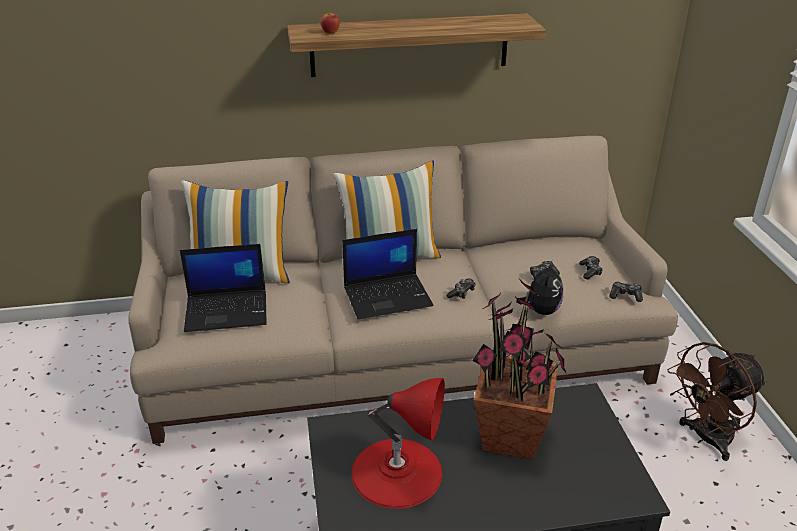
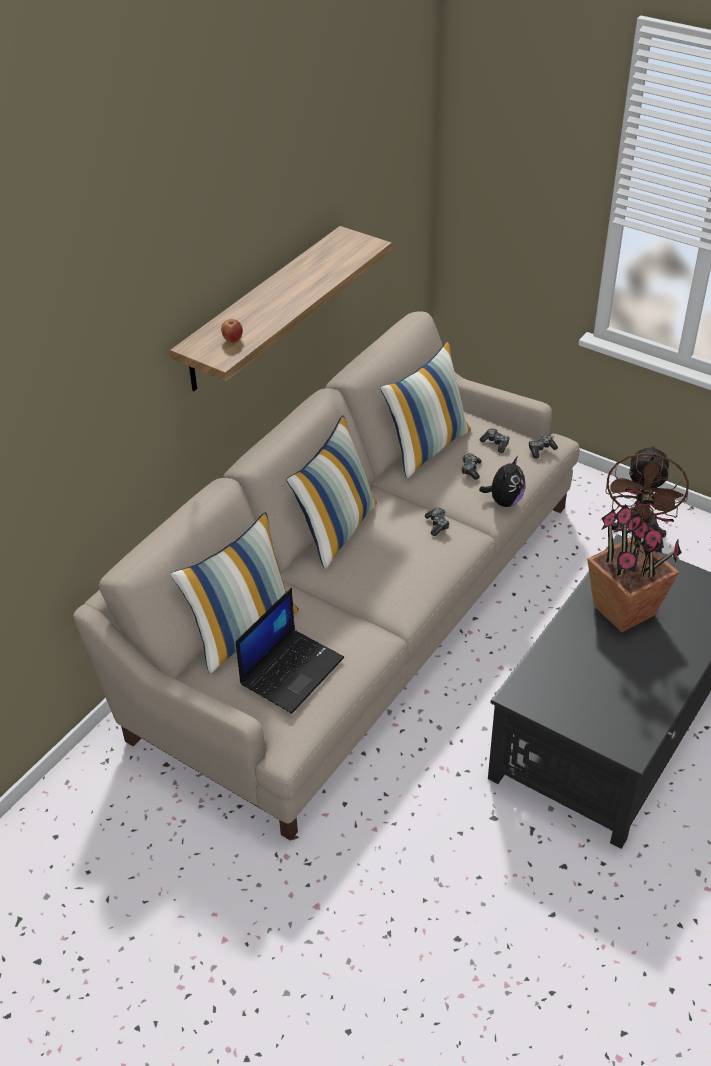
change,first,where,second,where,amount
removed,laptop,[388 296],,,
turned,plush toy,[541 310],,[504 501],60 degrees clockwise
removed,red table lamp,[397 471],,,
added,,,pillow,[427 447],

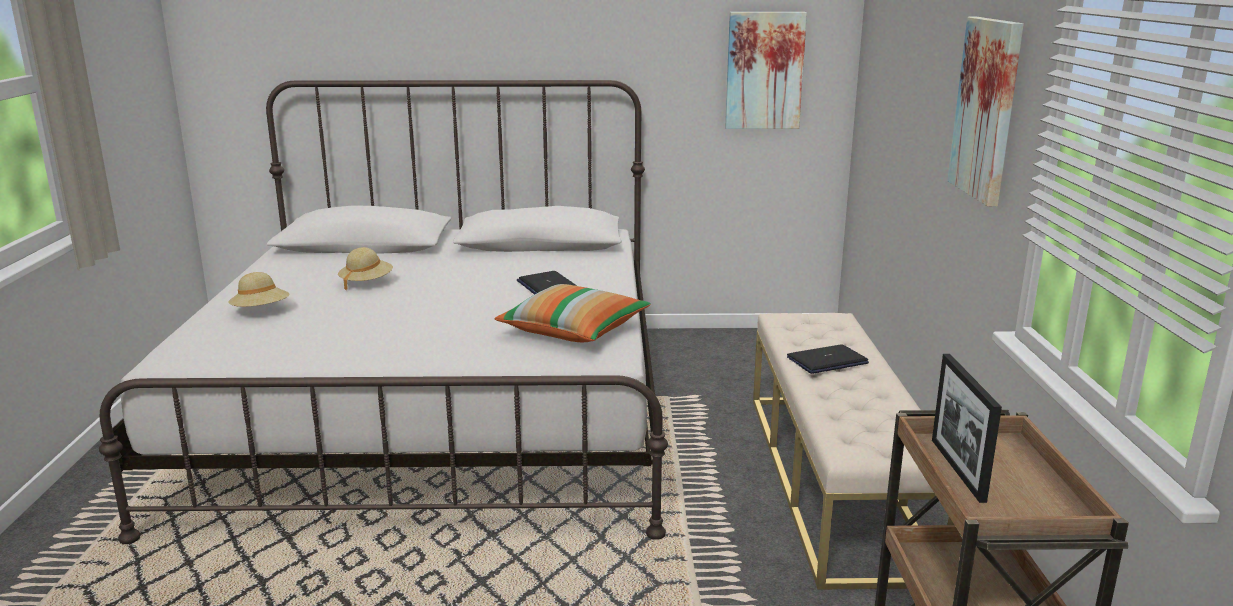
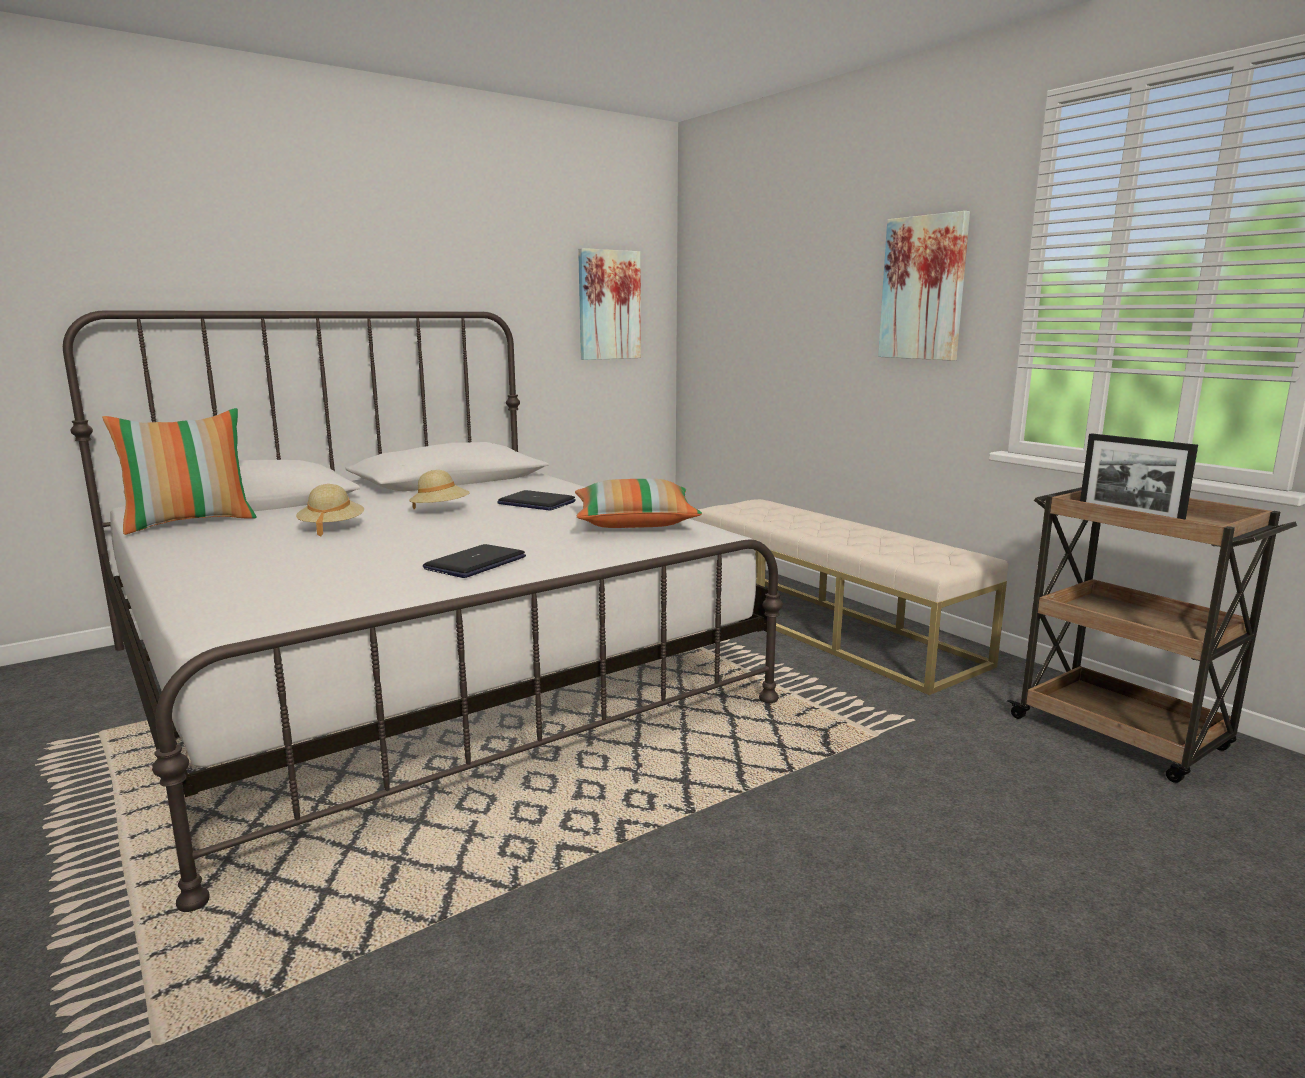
change,first,where,second,where,amount
moved,beige hat,[261 311],,[440 511],
moved,laptop,[827 361],,[475 563],
added,,,pillow,[190 522],

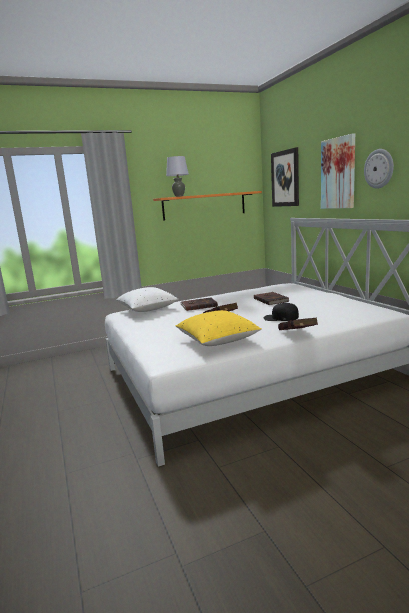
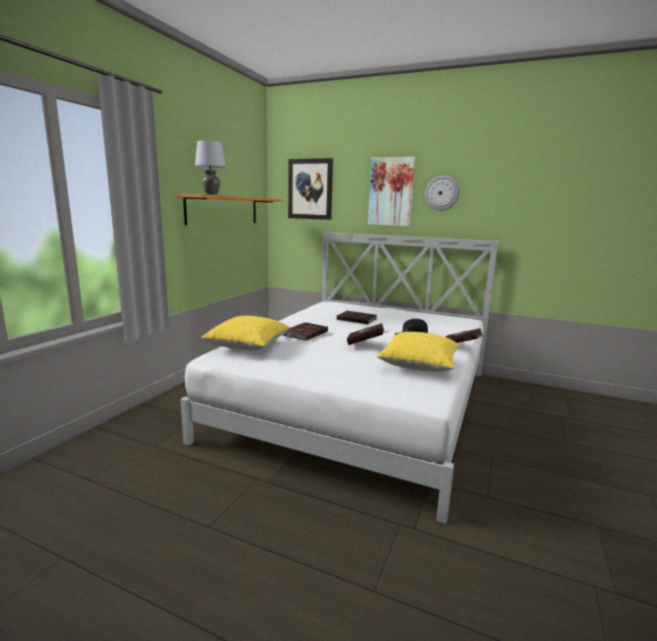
change,first,where,second,where,amount
recoloured,white pillow,[147 309],yellow pillow,[248 346],

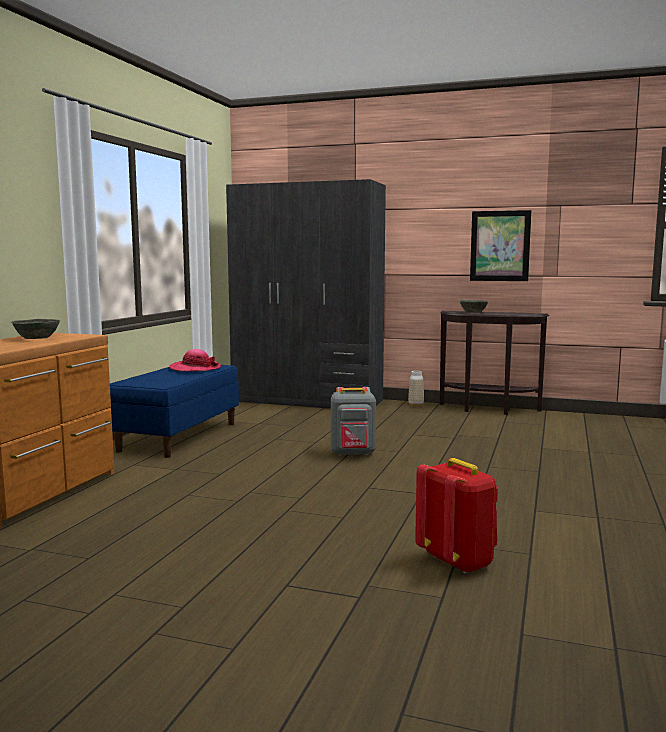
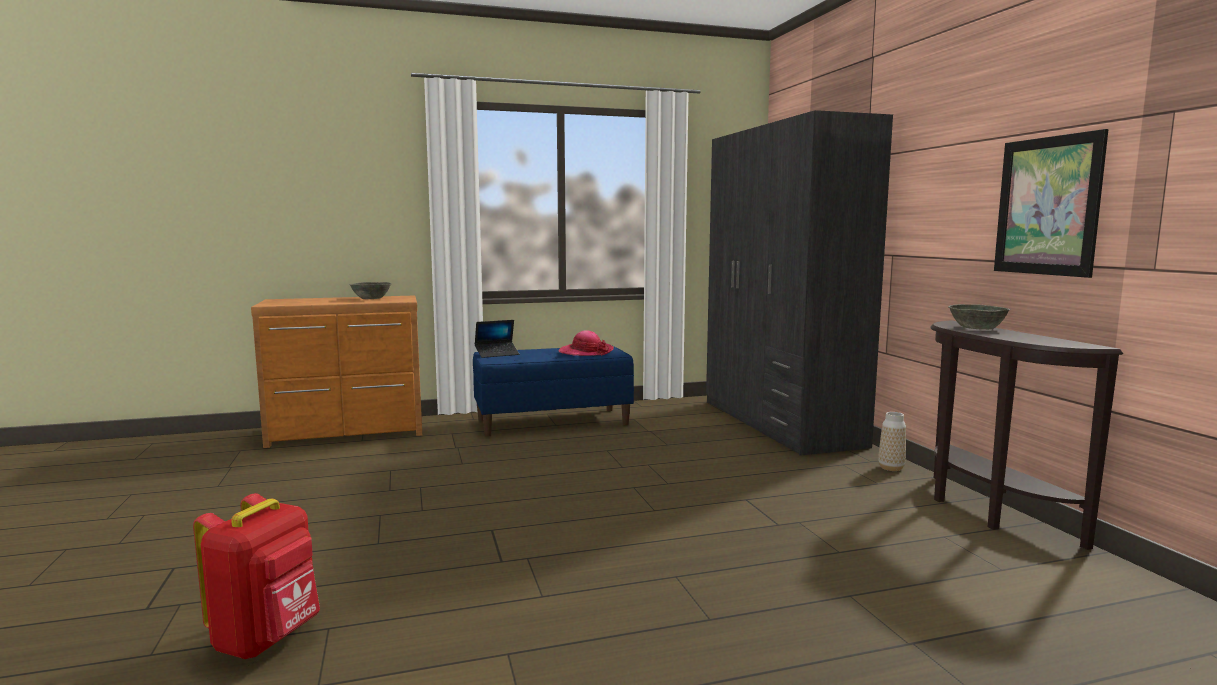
change,first,where,second,where,amount
removed,grey backpack,[353 454],,,
added,,,laptop,[497 354],

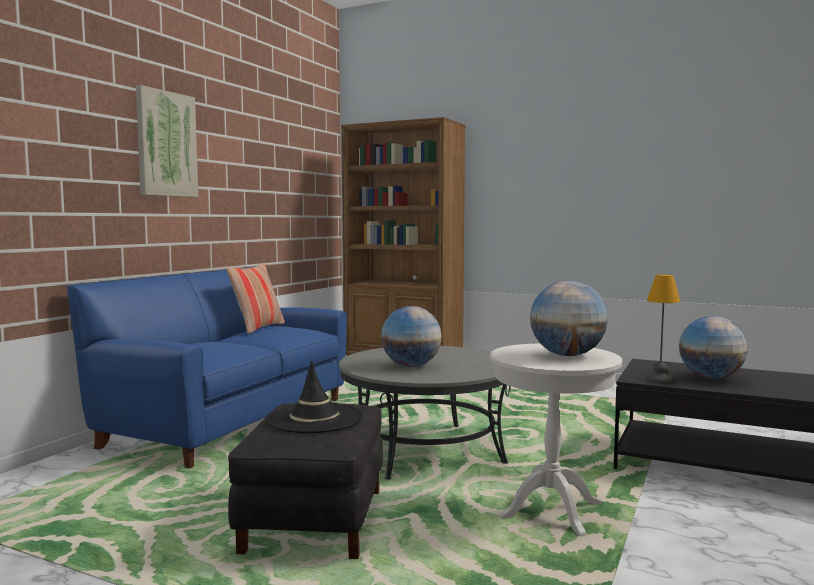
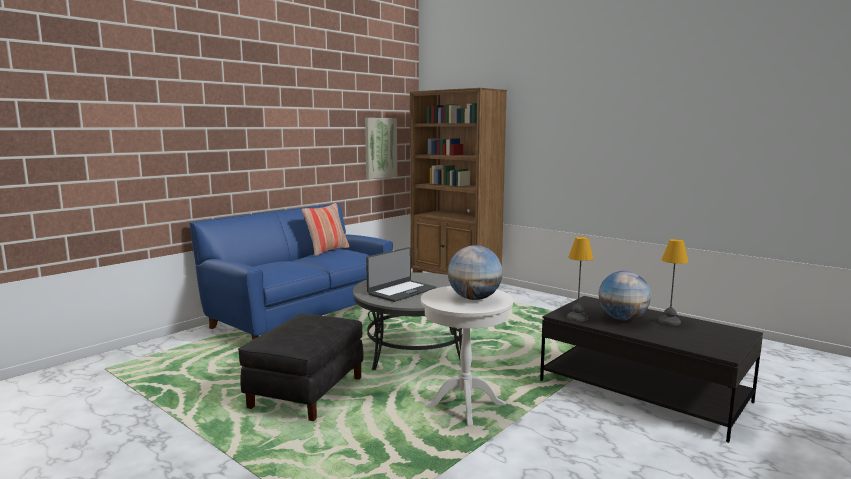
change,first,where,second,where,amount
moved,picture,[166 144],,[380 148],
replaced,globe,[411 366],laptop,[401 291],
removed,black hat,[314 418],,,
added,,,table lamp,[668 321],

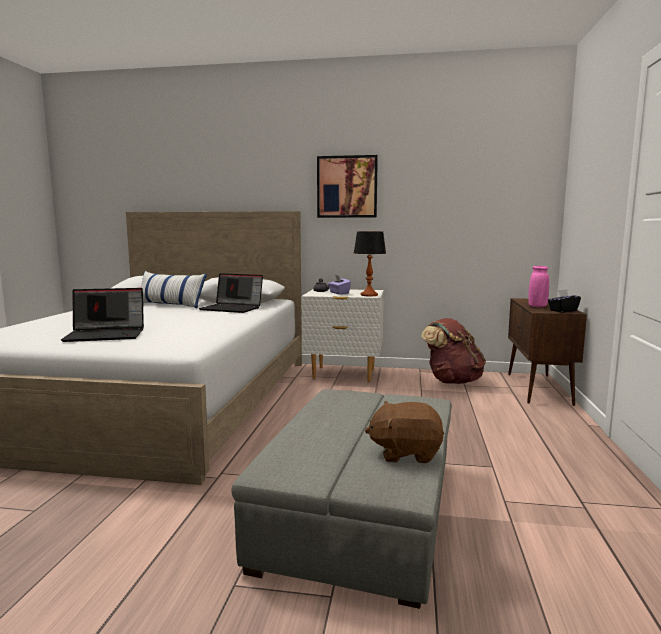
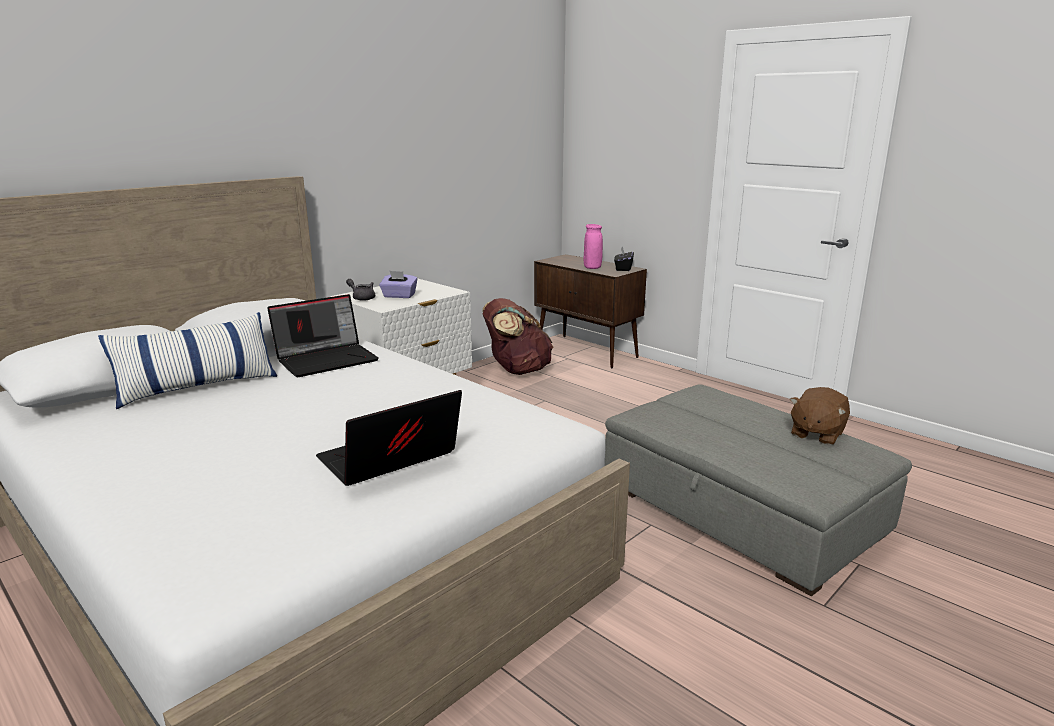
change,first,where,second,where,amount
removed,picture,[347 187],,,
removed,table lamp,[369 295],,,
turned,laptop,[107 335],,[388 461],150 degrees counterclockwise

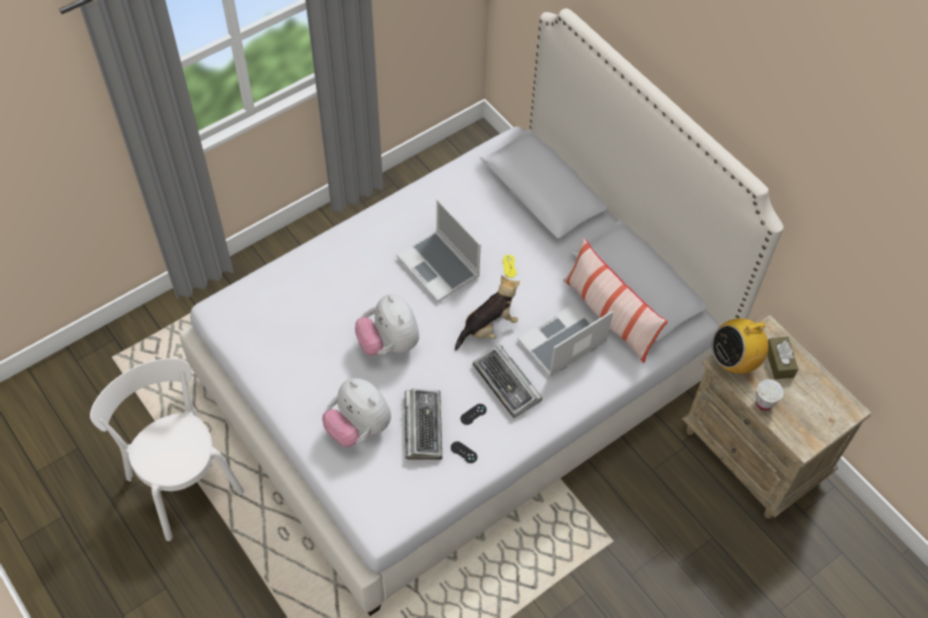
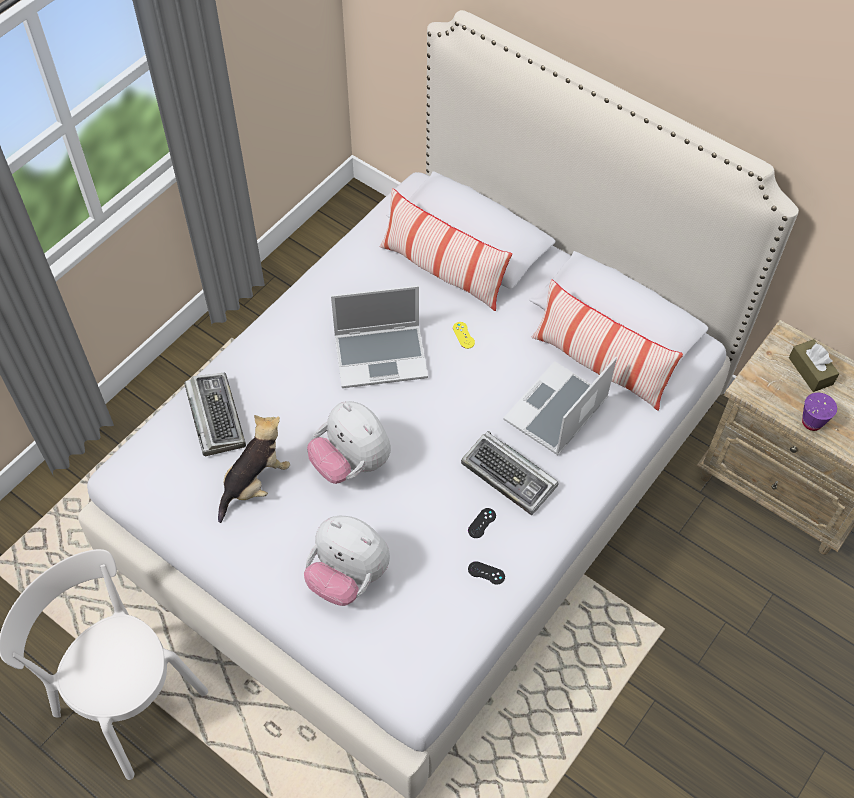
change,first,where,second,where,amount
turned,laptop,[440 267],,[382 356],45 degrees counterclockwise
moved,plush toy,[488 327],,[255 483],
removed,radio,[734 361],,,
recoloured,white cup,[764 403],purple cup,[812 422],
moved,keyboard,[423 426],,[215 416],
added,,,pillow,[442 271],

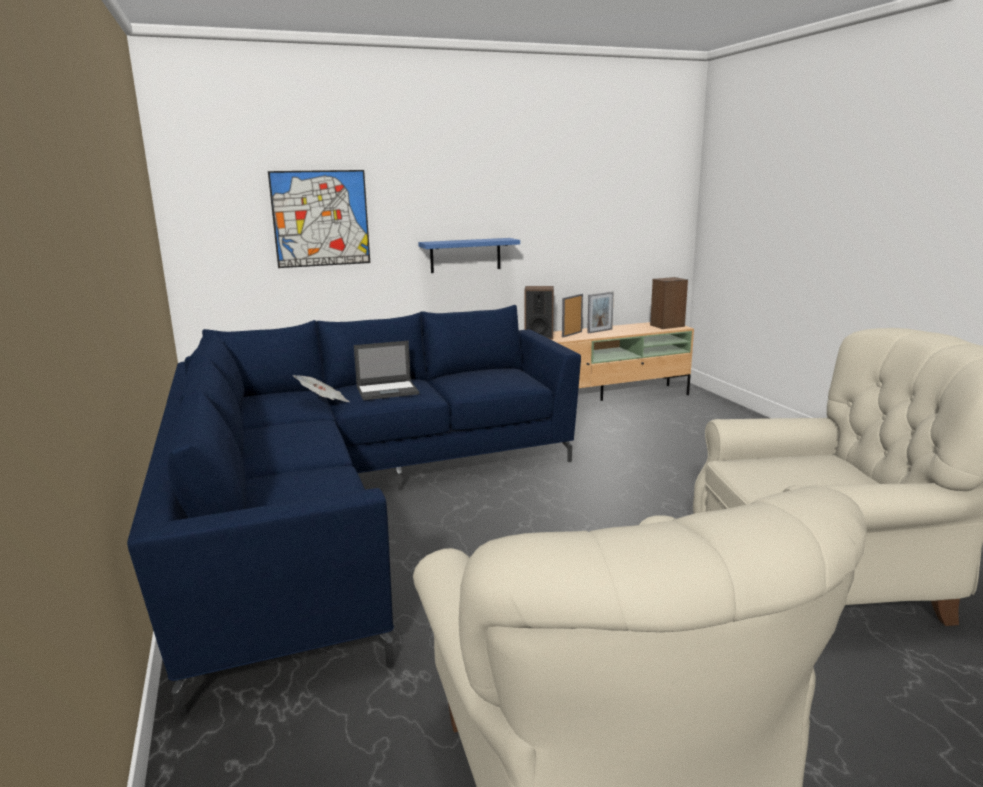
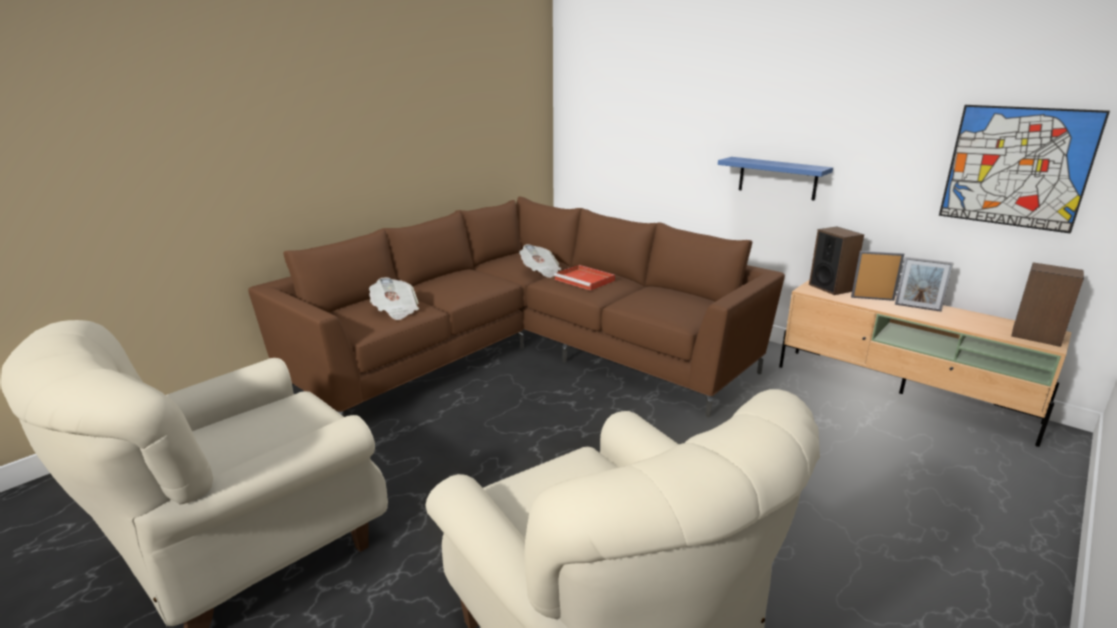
change,first,where,second,where,amount
moved,picture,[321 218],,[1016 167],
recoloured,blue sofa,[351 504],brown sofa,[524 353],
replaced,laptop,[388 390],red tray,[585 280],
added,,,newspaper,[395 311],

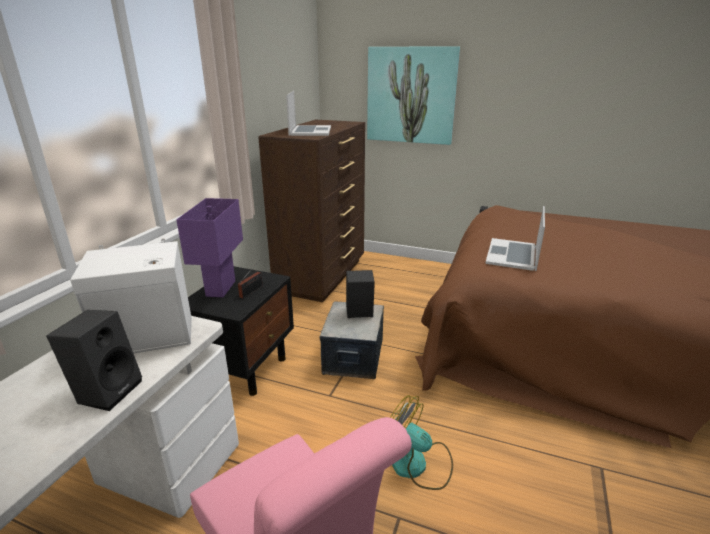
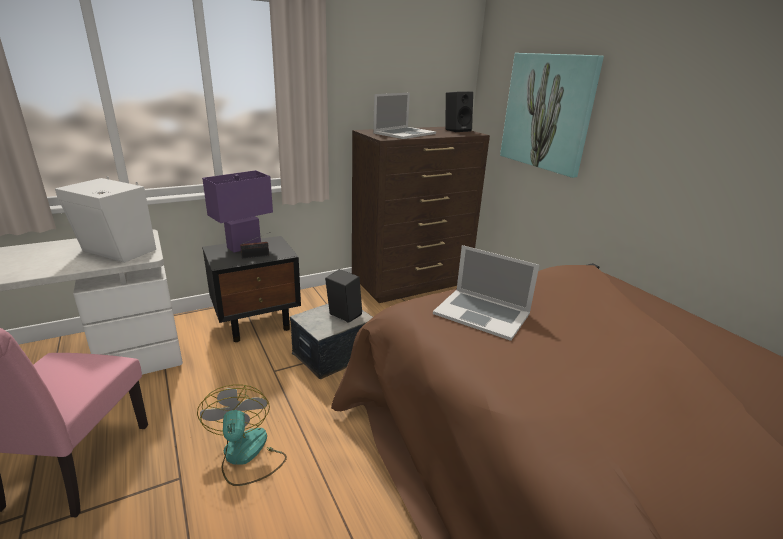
change,first,where,second,where,amount
turned,laptop,[513 254],,[482 313],120 degrees counterclockwise
moved,black speaker,[107 390],,[457 130],

